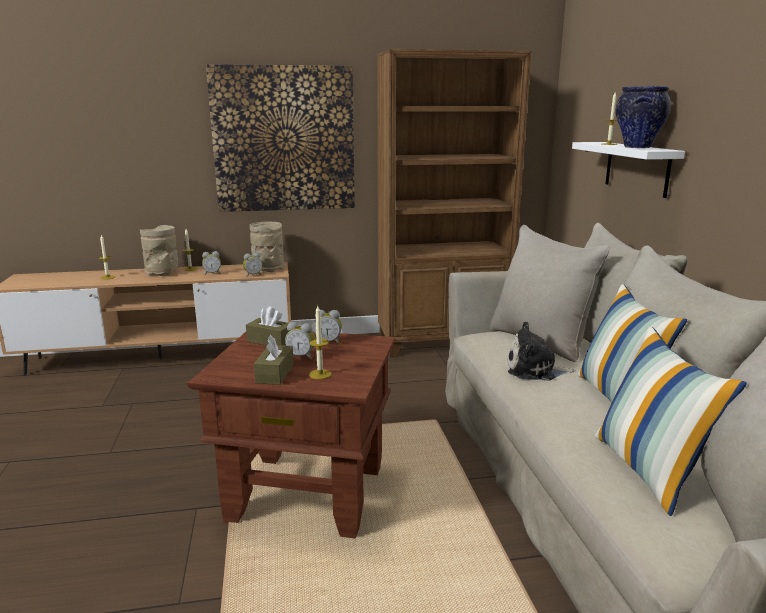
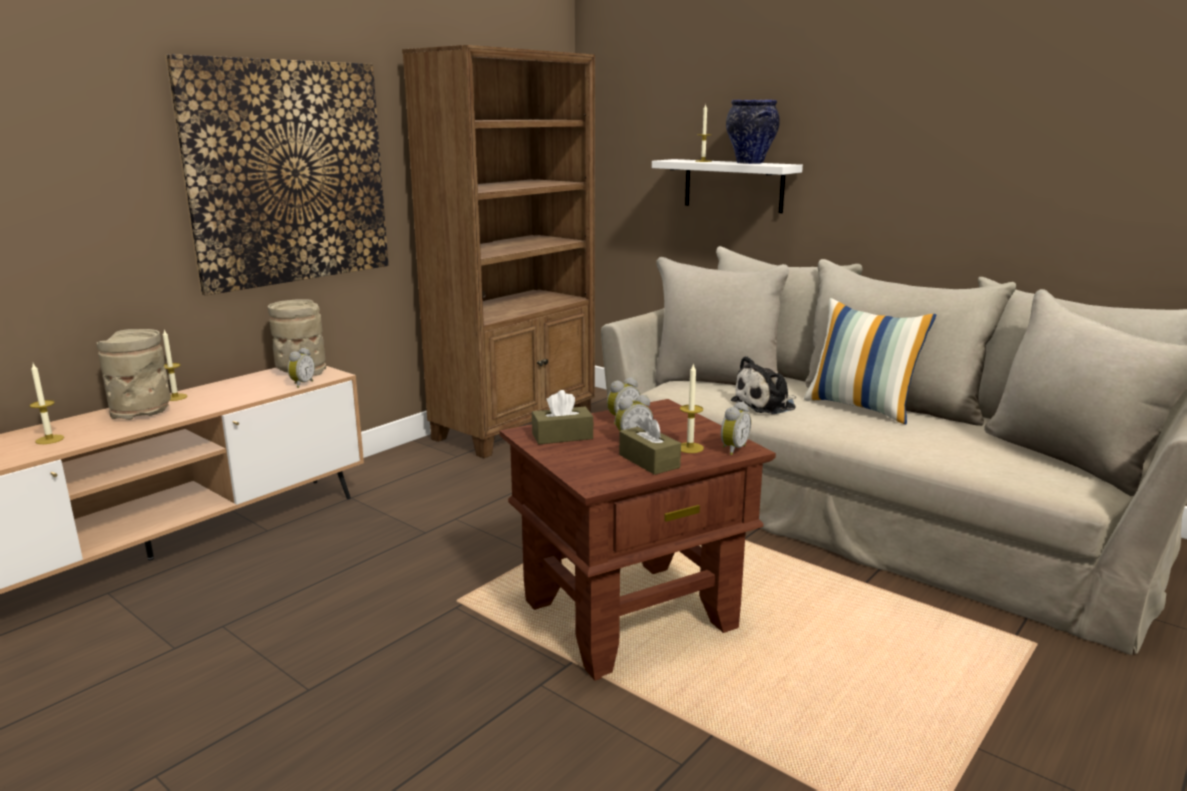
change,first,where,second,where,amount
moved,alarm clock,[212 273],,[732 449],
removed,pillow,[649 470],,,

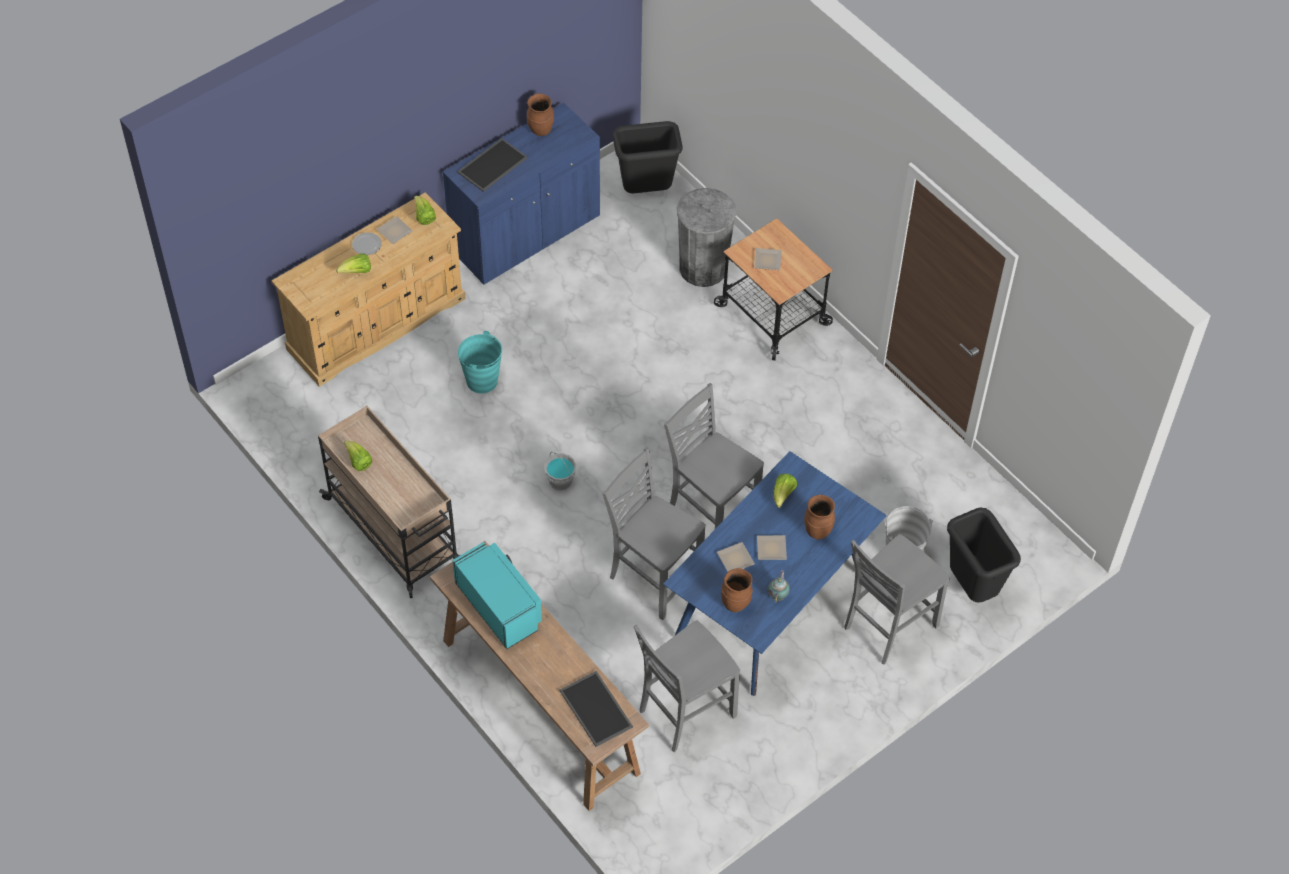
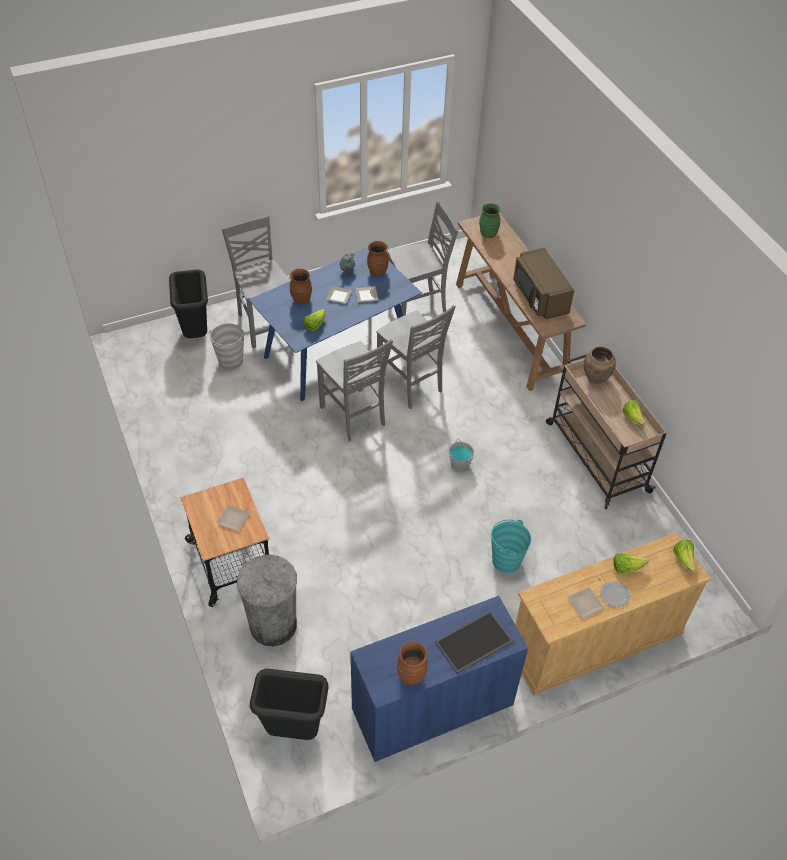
change,first,where,second,where,amount
moved,lettuce,[424 217],,[683 559],
turned,grey chair,[888 626],,[265 324],90 degrees counterclockwise
recoloured,turquoise microwave,[500 606],brown microwave,[539 297],
replaced,tray,[597 709],green vase,[488 234],
added,,,brown vase,[596 378],

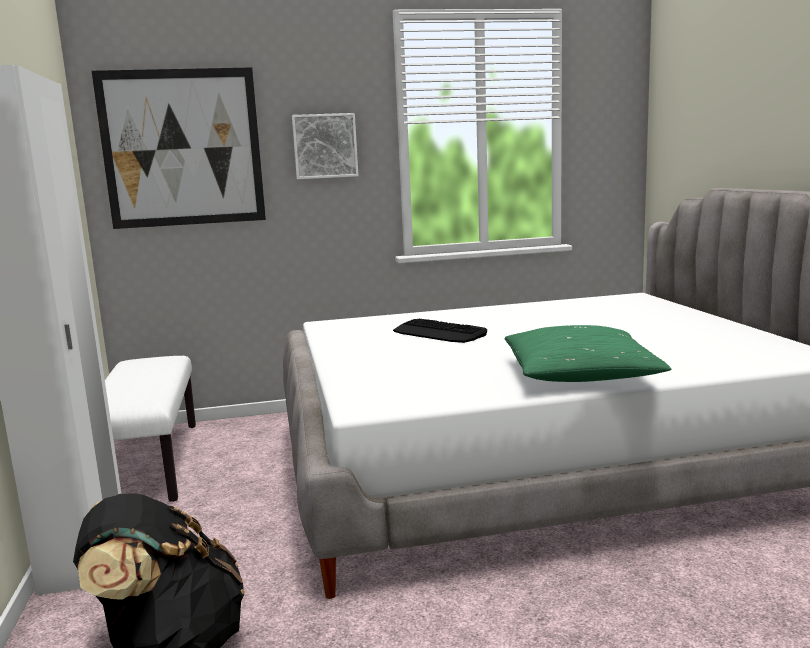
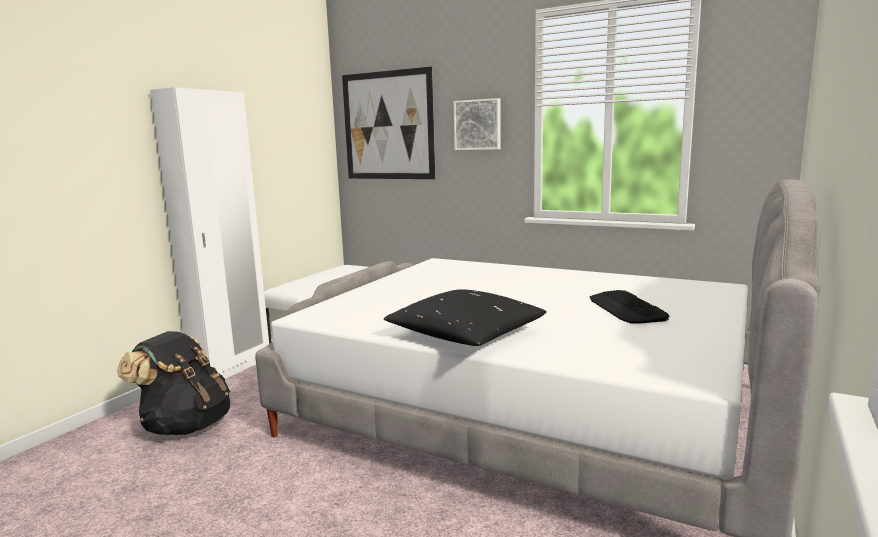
change,first,where,second,where,amount
moved,keyboard,[439 333],,[626 308],
recoloured,green pillow,[580 375],black pillow,[466 334],

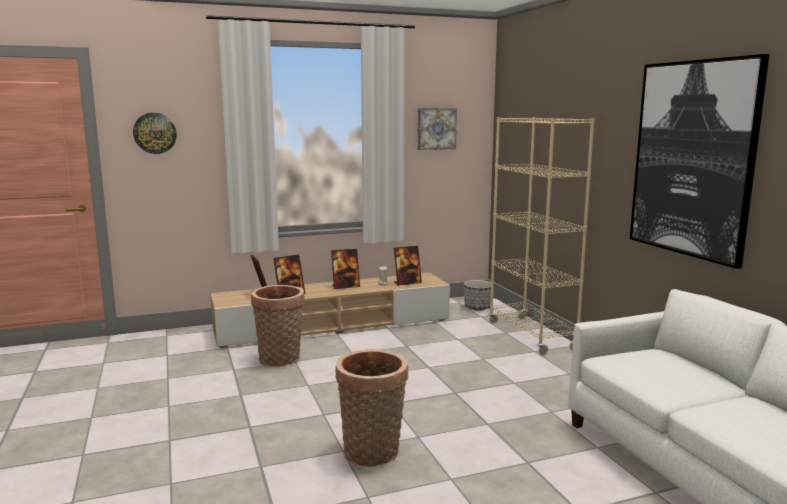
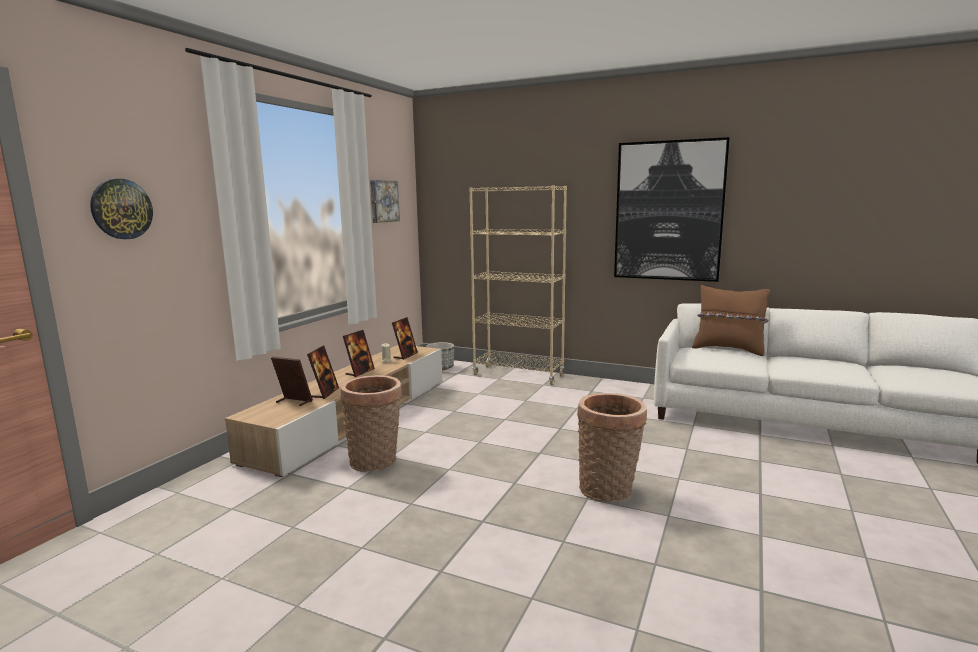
change,first,where,second,where,amount
added,,,brown pillow,[728 349],

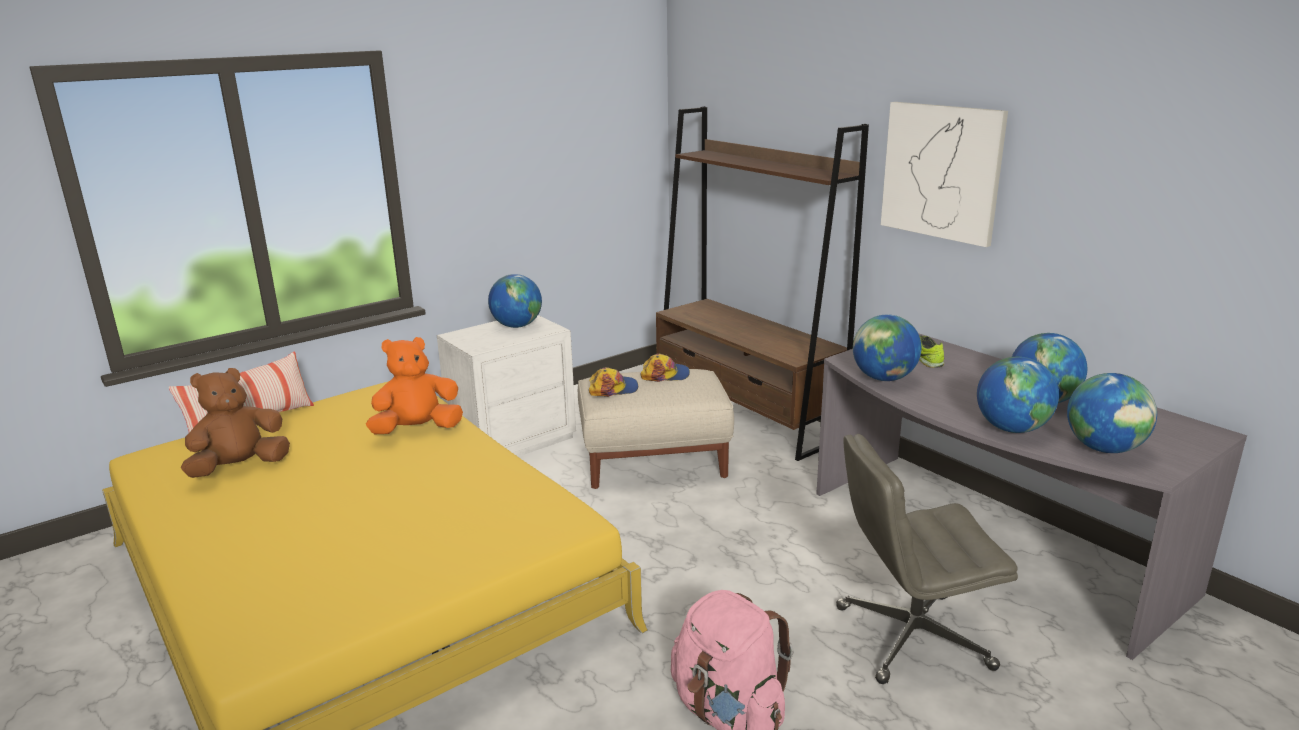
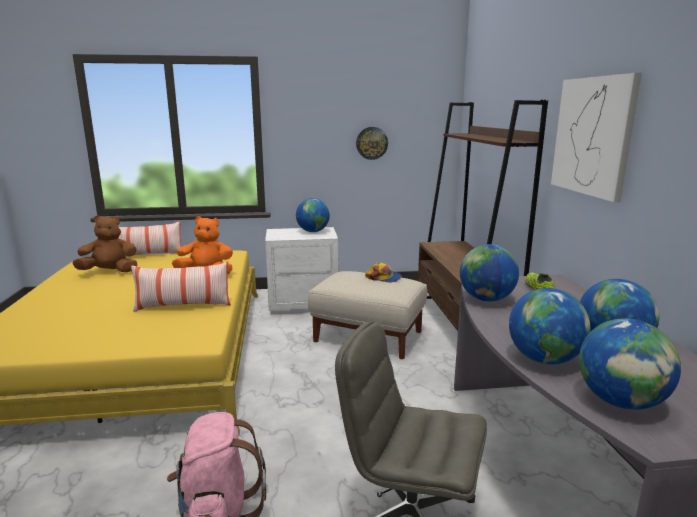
change,first,where,second,where,amount
removed,cap,[613 389],,,
added,,,wall clock,[371 143],
added,,,pillow,[183 306],

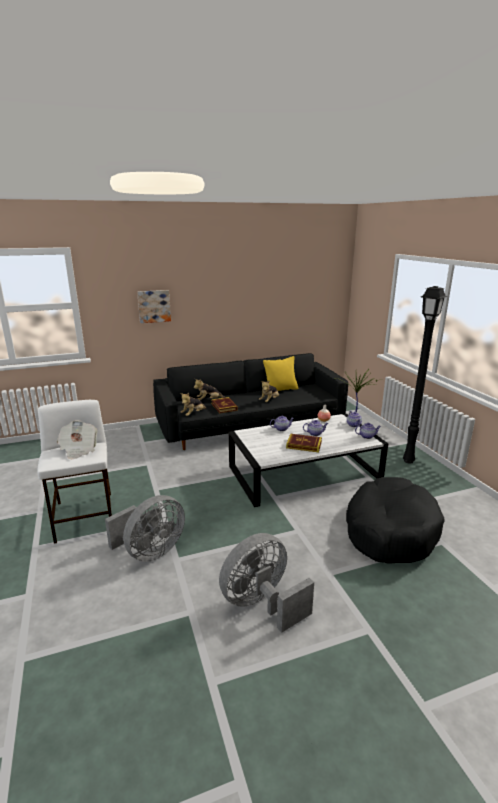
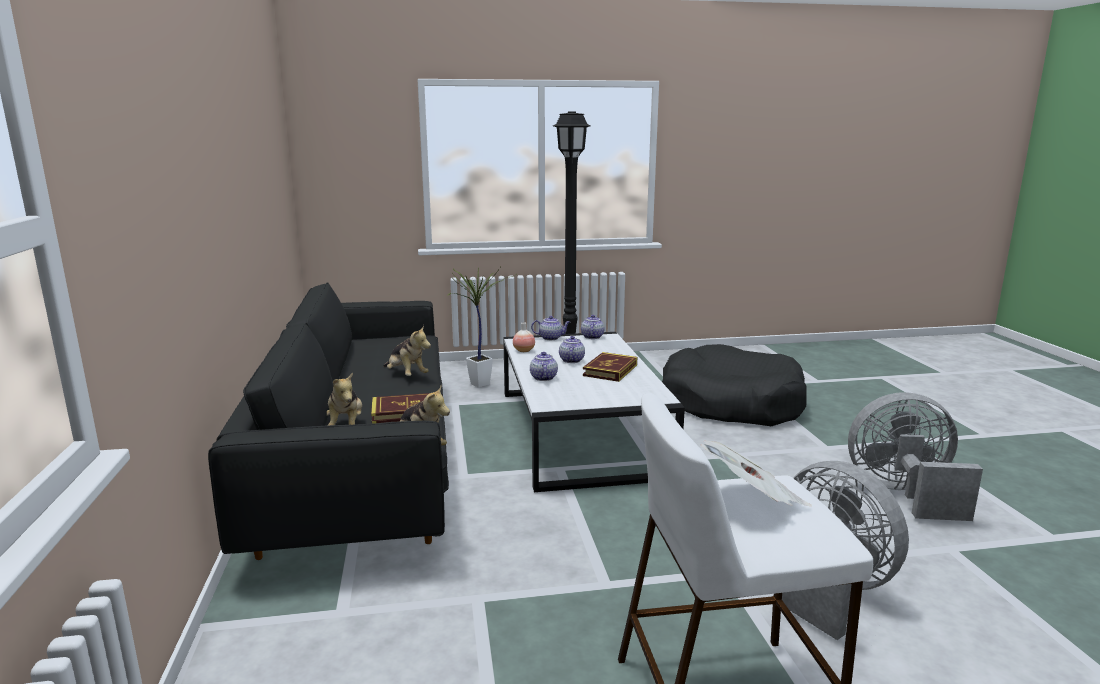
change,first,where,second,where,amount
removed,picture,[154 306],,,
removed,yellow pillow,[280 390],,,
turned,grey fan,[262 604],,[903 494],120 degrees clockwise

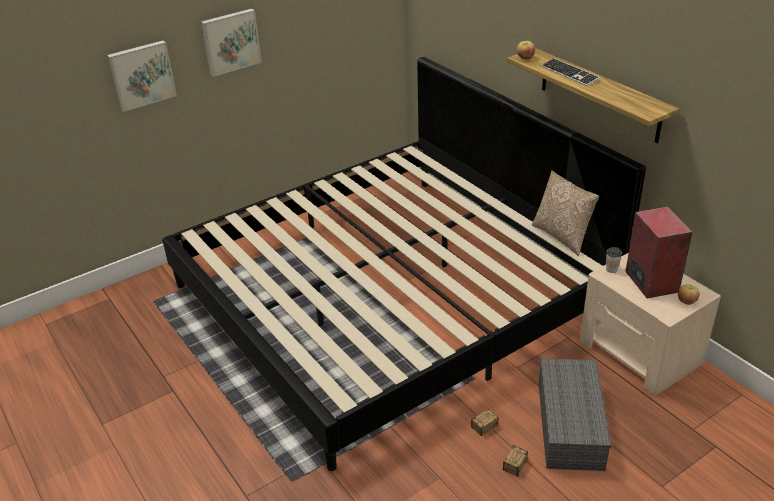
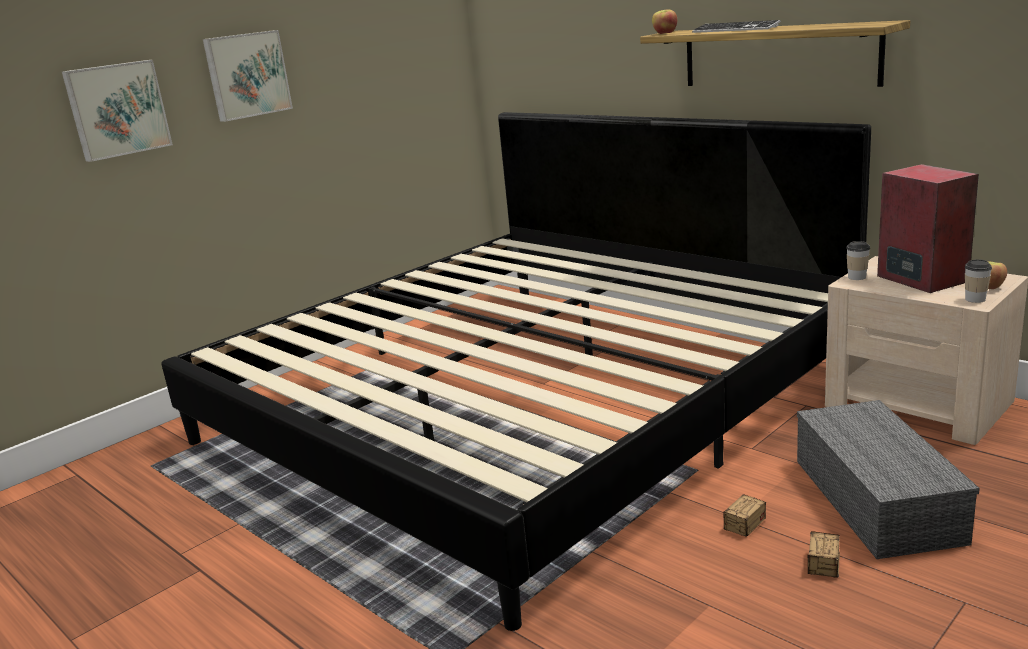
change,first,where,second,where,amount
removed,pillow,[562 236],,,
added,,,cup,[975 299],

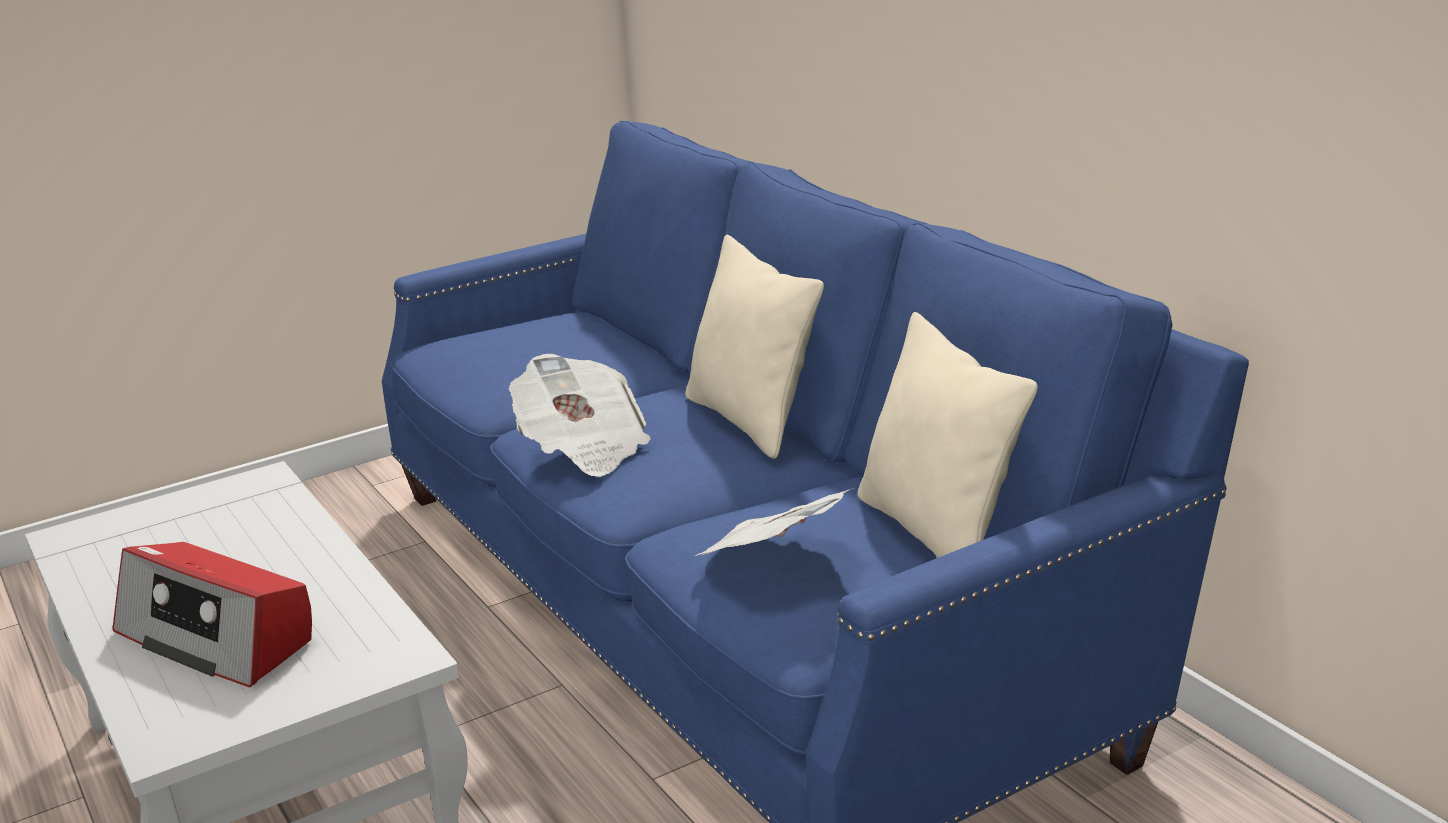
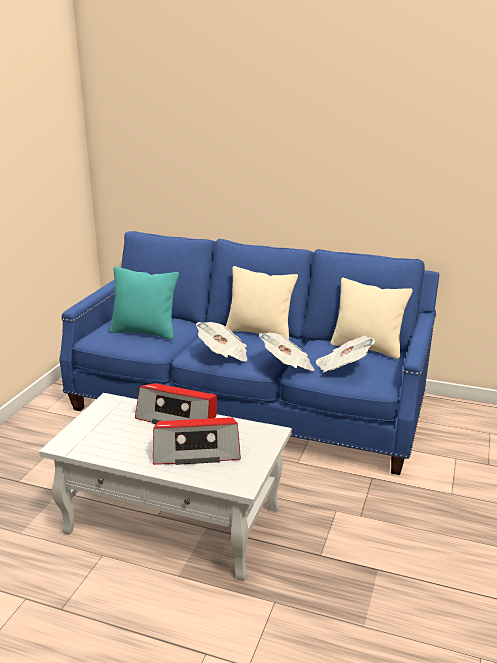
change,first,where,second,where,amount
added,,,turquoise pillow,[145 332],
added,,,newspaper,[287 365],
added,,,radio,[178 417],

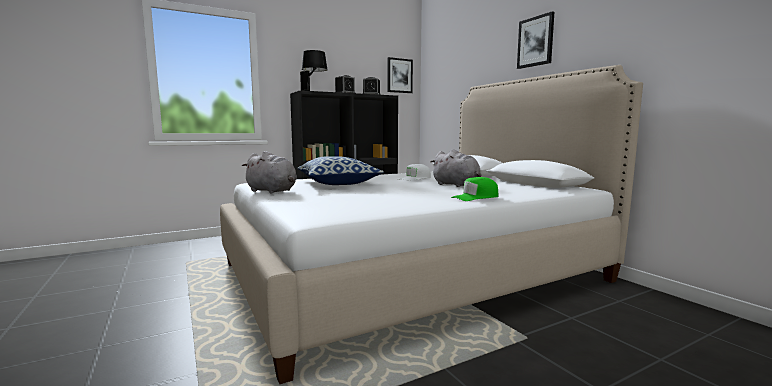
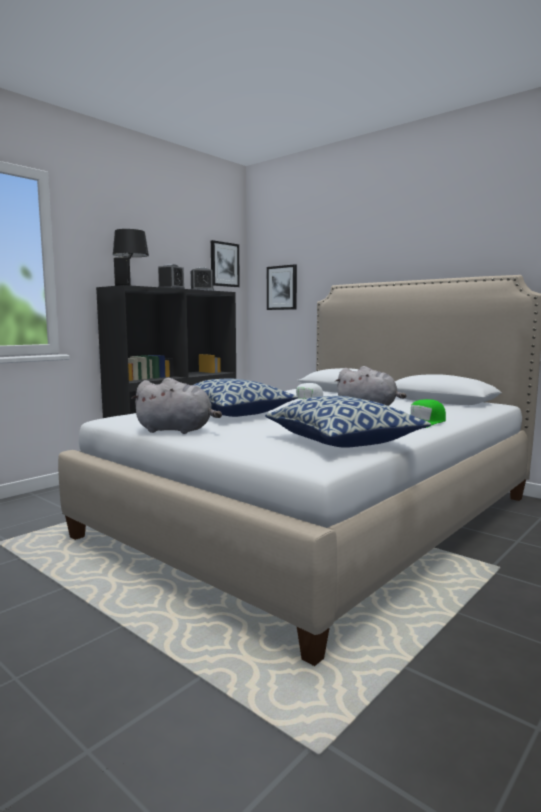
change,first,where,second,where,amount
moved,picture,[535 41],,[282 288],
added,,,pillow,[343 441],

